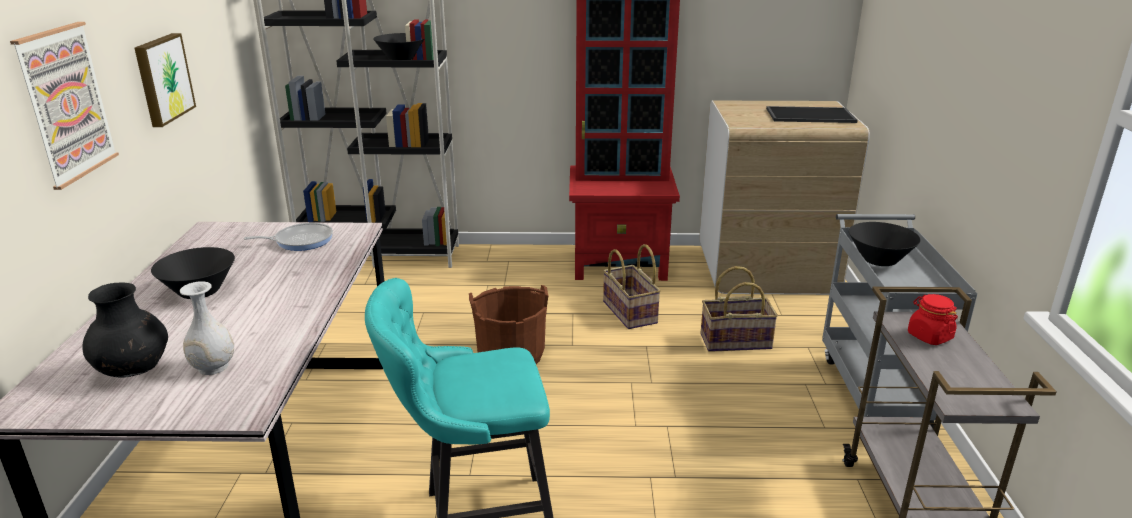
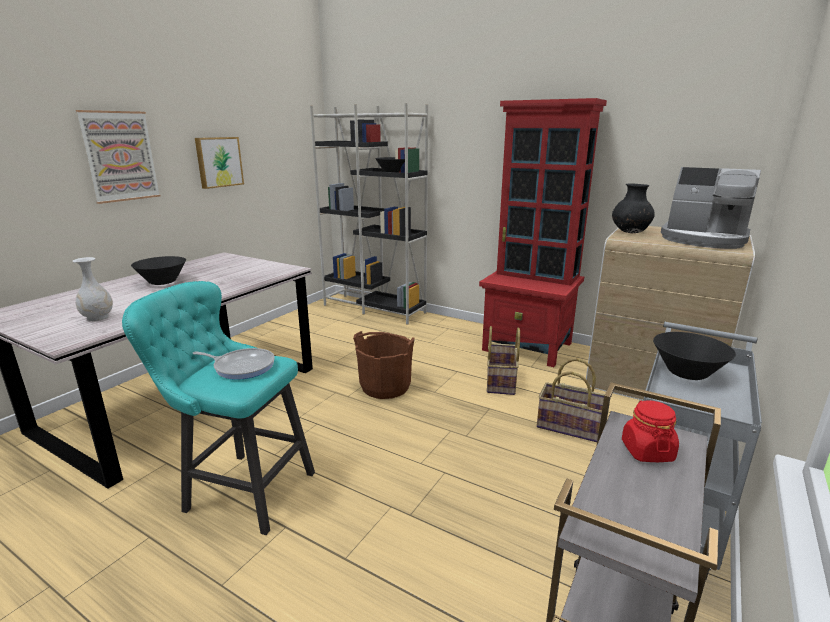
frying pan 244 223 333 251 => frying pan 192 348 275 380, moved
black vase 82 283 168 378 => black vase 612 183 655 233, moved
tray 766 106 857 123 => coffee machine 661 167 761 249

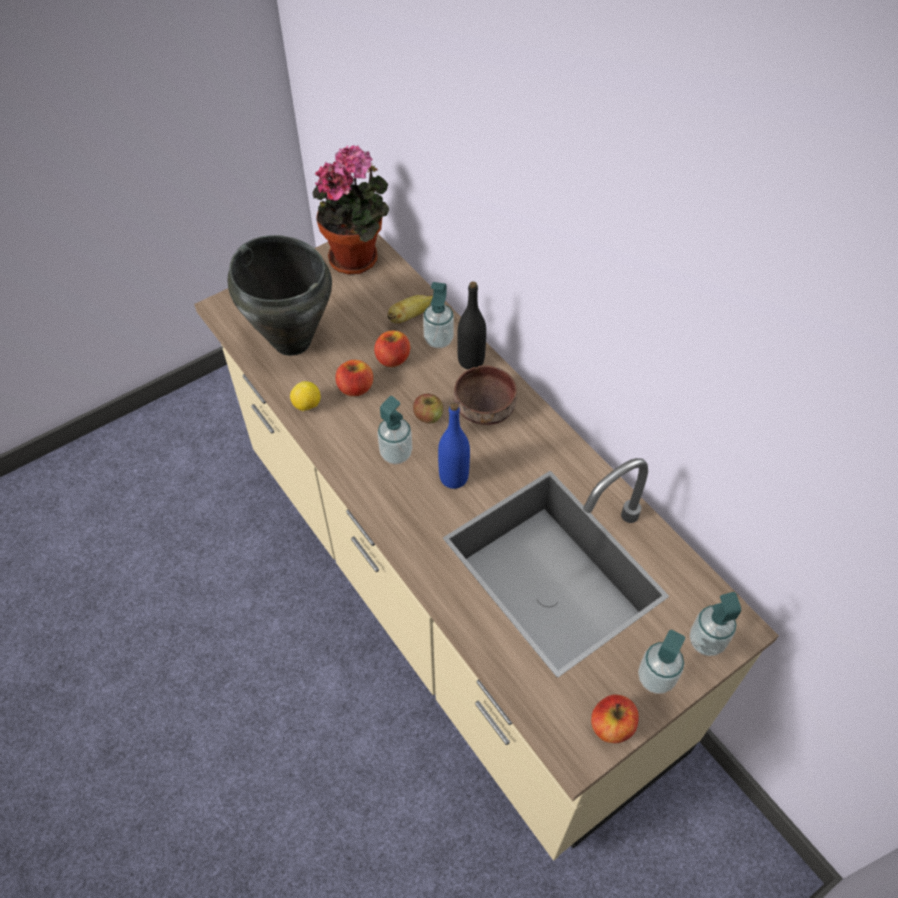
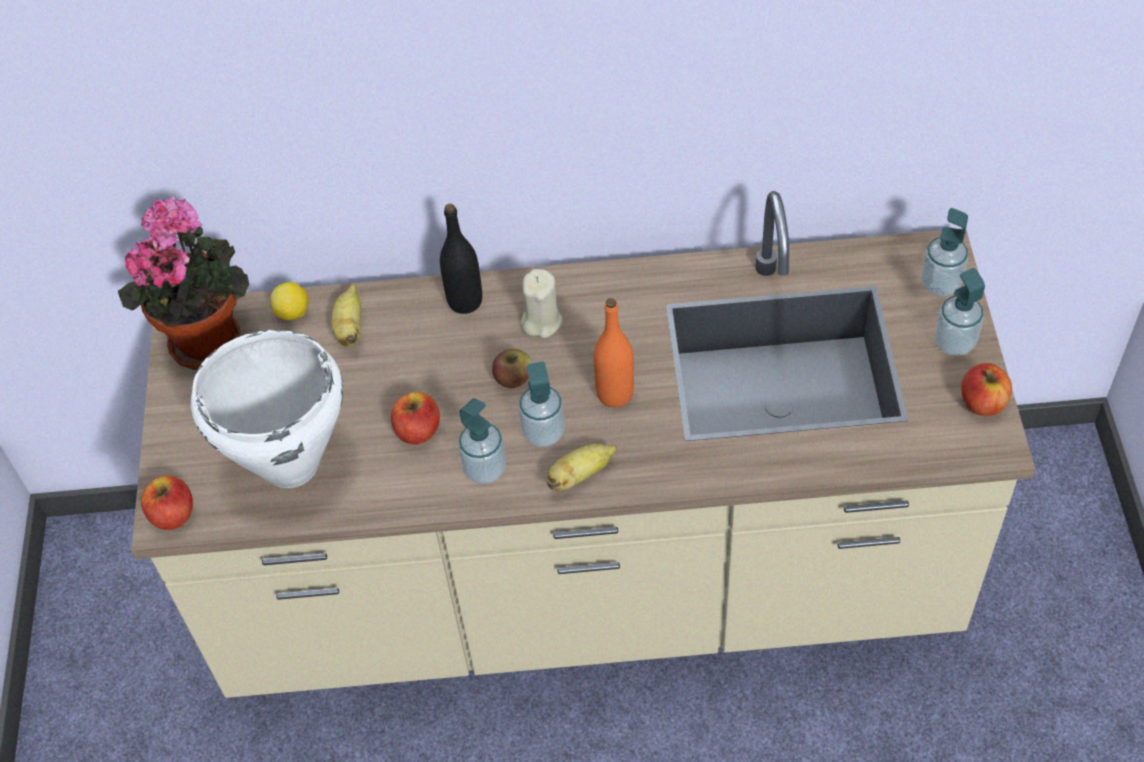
apple 374 330 410 367 => apple 141 475 193 530, moved
black cooking pot 228 235 332 356 => white cooking pot 191 330 343 488
lemon 290 381 321 411 => lemon 270 282 309 321, moved
soap dispenser 423 282 454 348 => soap dispenser 458 398 507 484, moved
brown bowl 454 365 517 425 => beige candle 521 269 563 338
nothing => banana 547 444 617 491
blue bottle 438 403 470 489 => orange bottle 594 298 634 408

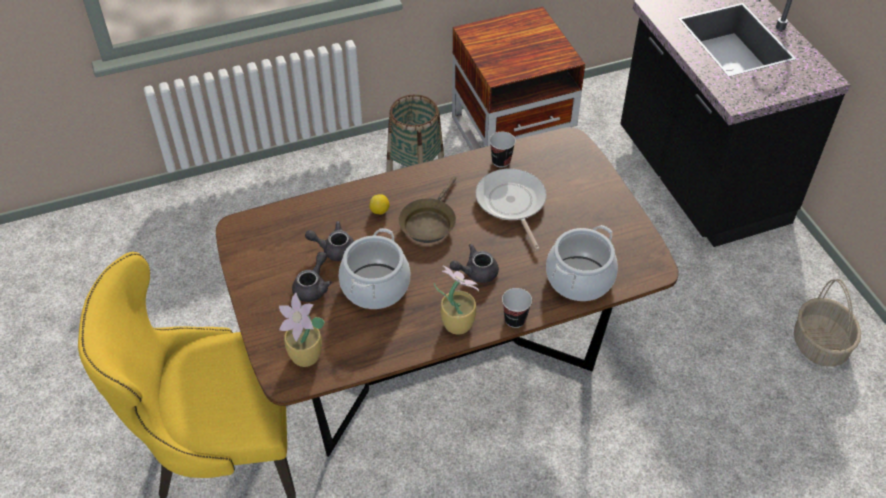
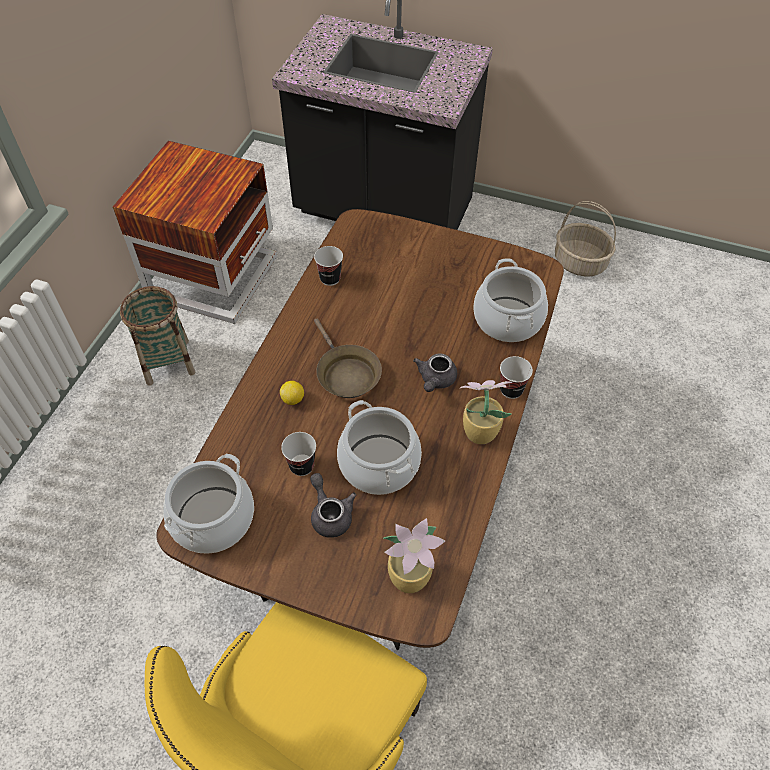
nothing => cooking pot 163 454 254 554
grey teapot 305 221 354 261 => cup 281 432 316 476
frying pan 476 169 547 251 => nothing

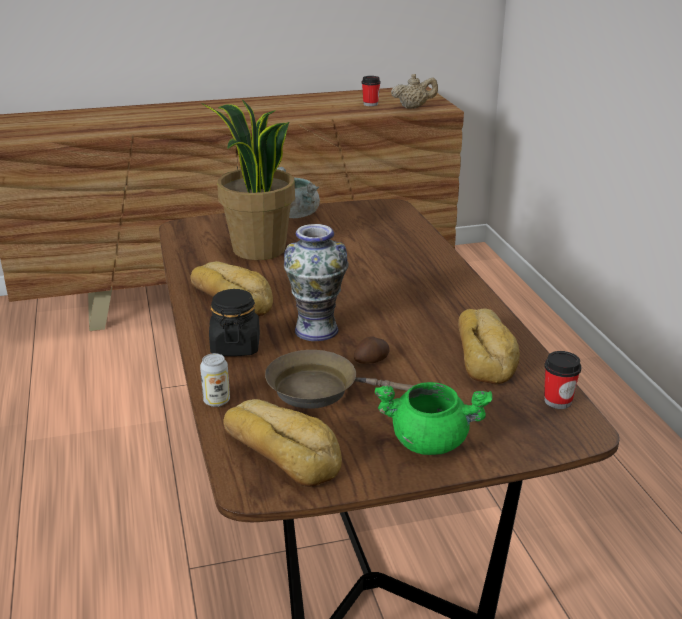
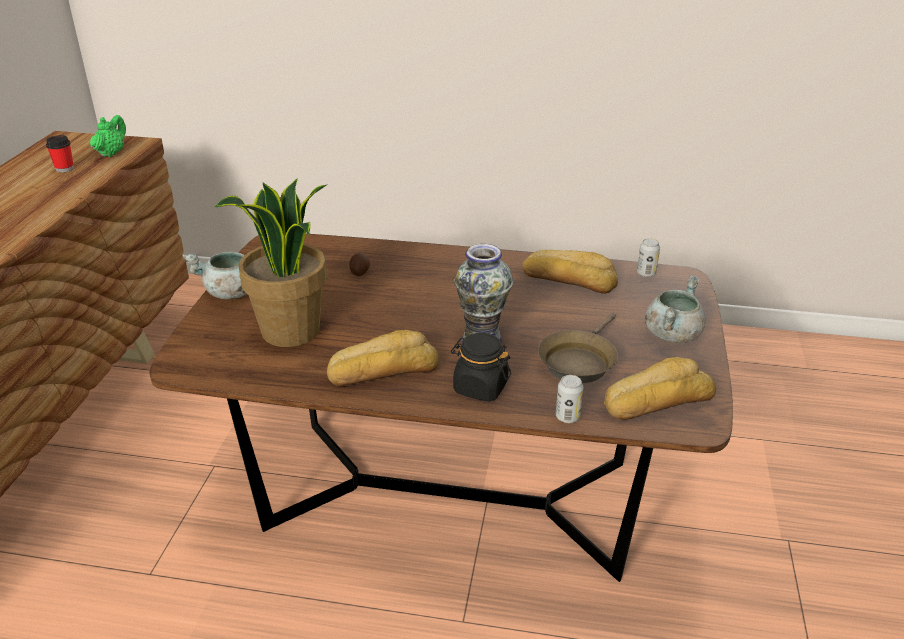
beige teapot 391 74 438 109 => green teapot 90 115 126 157
potato 354 337 390 364 => potato 349 253 370 276, moved
cup 544 351 582 409 => can 637 238 660 277
green cooking pot 375 382 492 455 => grey cooking pot 645 275 706 343

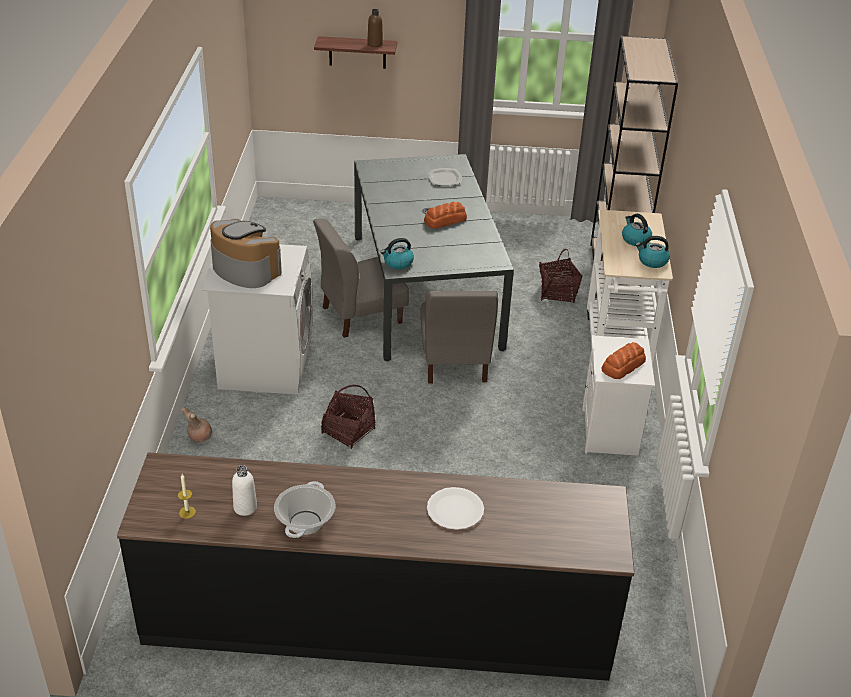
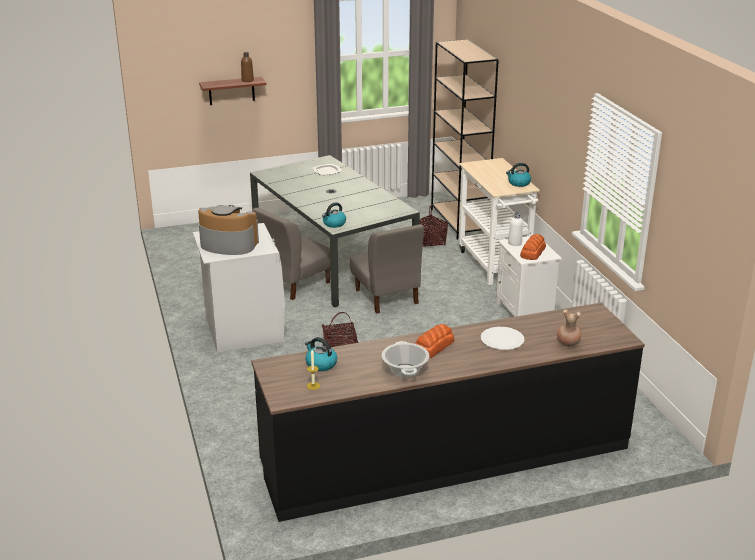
kettle 622 214 652 246 => kettle 305 337 337 371, moved
bread 424 202 467 229 => bread 416 324 454 358, moved
white bottle 232 465 257 516 => white bottle 508 213 523 246, moved
brown vase 181 407 212 443 => brown vase 557 309 581 347, moved

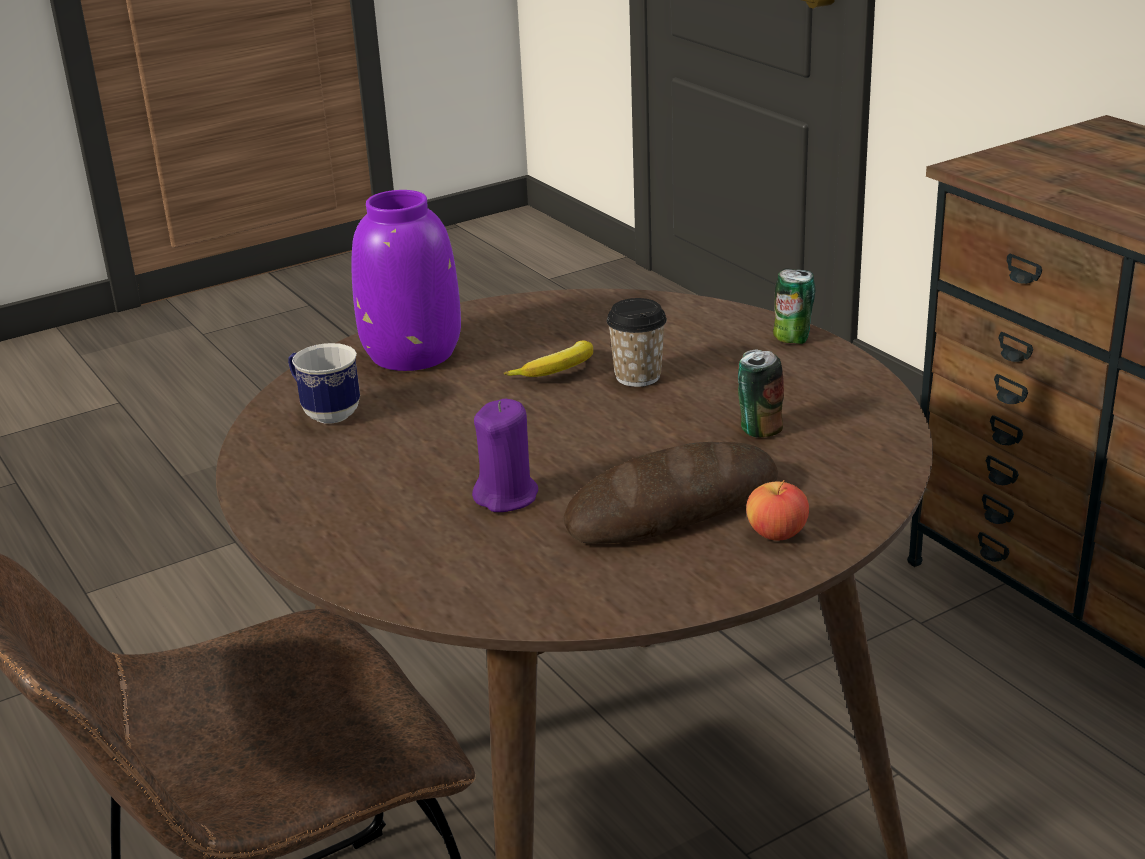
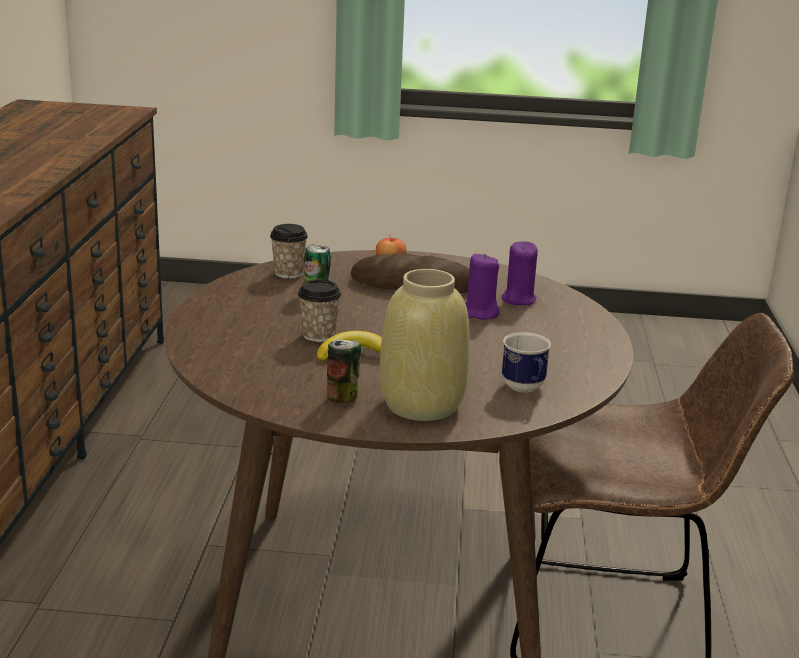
nothing => cup 270 224 308 279
can 773 268 816 344 => can 327 340 361 403, moved
purple vase 351 190 461 371 => beige vase 380 269 470 421
nothing => purple candle 501 241 538 305

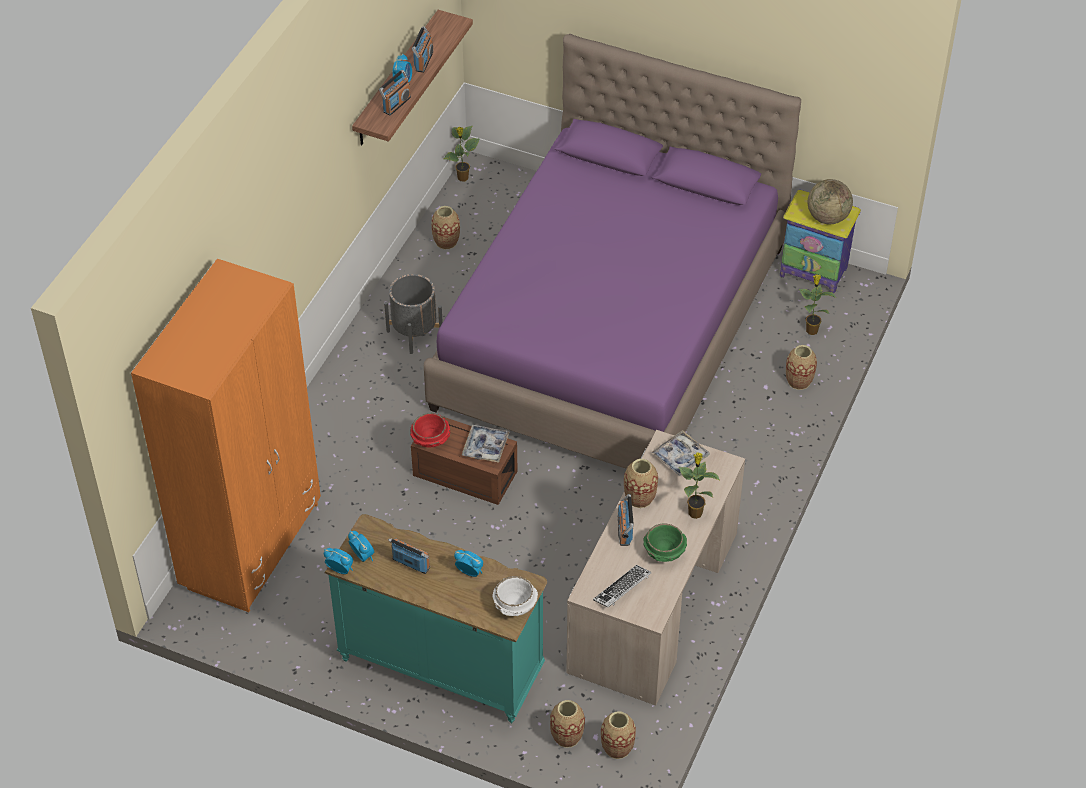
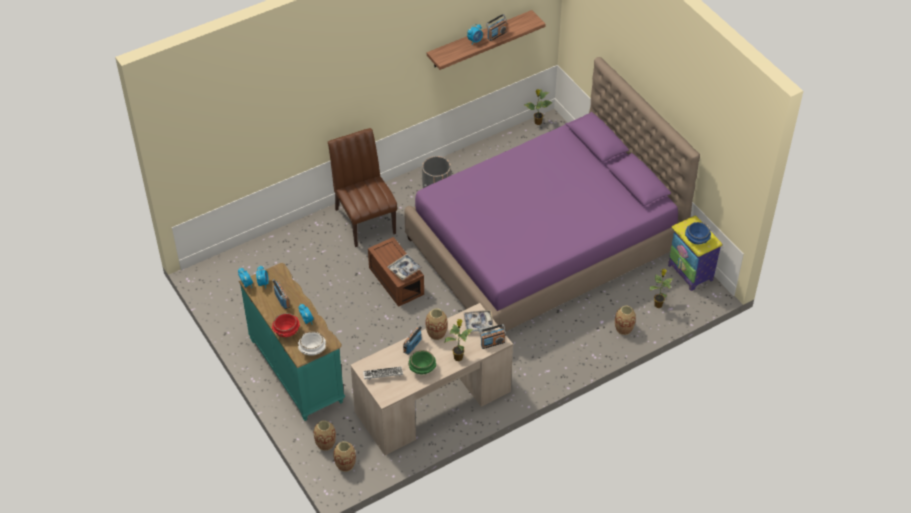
red bowl 410 413 450 447 => red bowl 272 313 300 337, moved
nothing => brown chair 328 128 397 247
radio 379 70 411 116 => radio 479 324 506 349, moved
globe 808 179 853 224 => blue bowl 685 222 711 244
orange wardrobe 131 259 321 612 => nothing
vase 431 206 460 249 => nothing

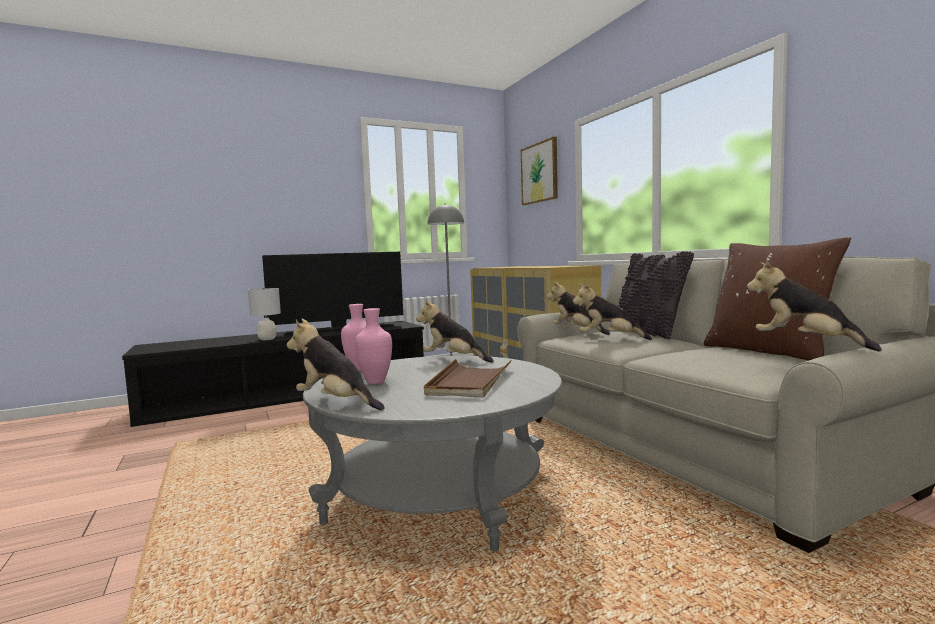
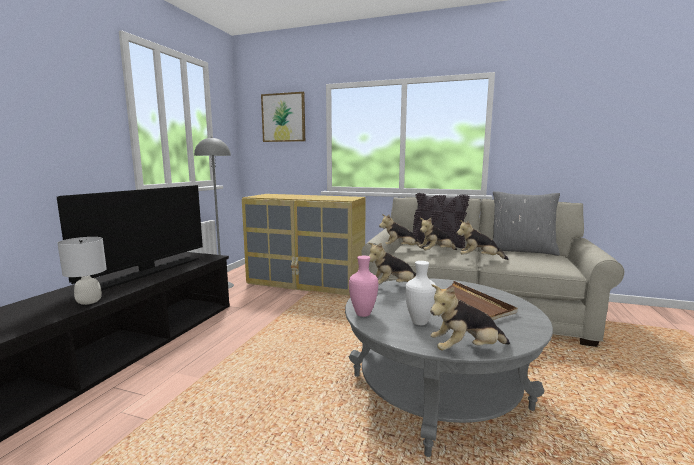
pink vase 355 308 392 384 => white vase 405 261 436 325
plush toy 747 260 882 351 => plush toy 457 220 509 260, moved
brown pillow 704 237 851 361 => grey pillow 493 191 560 256

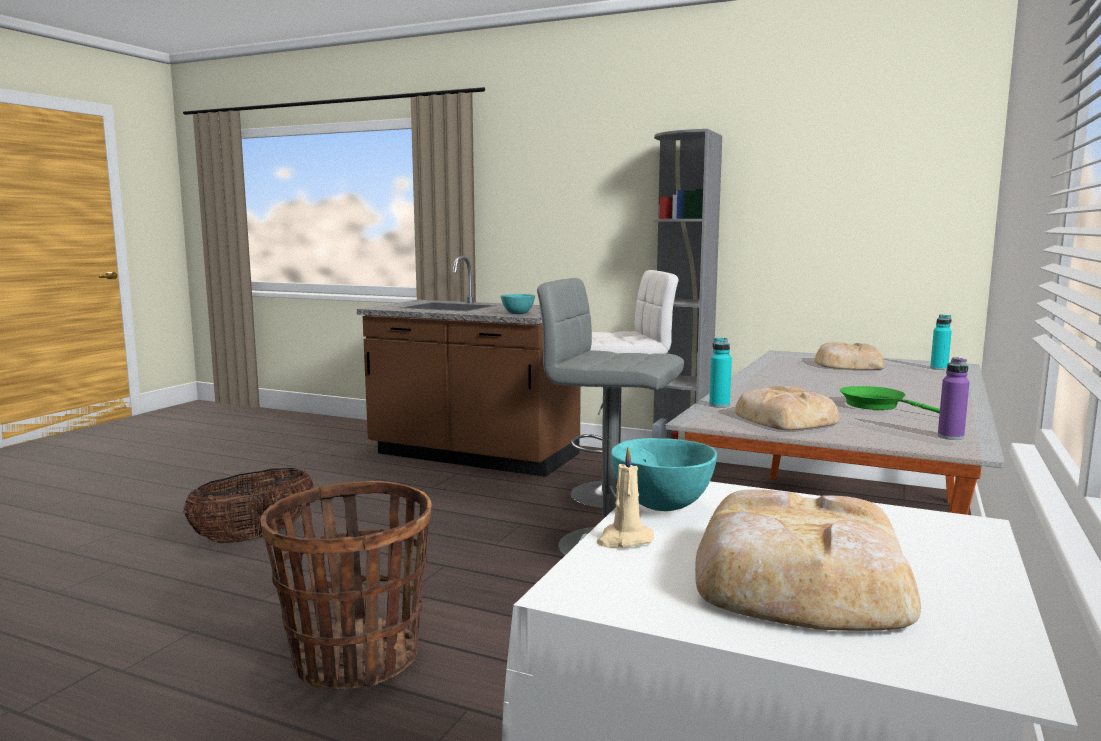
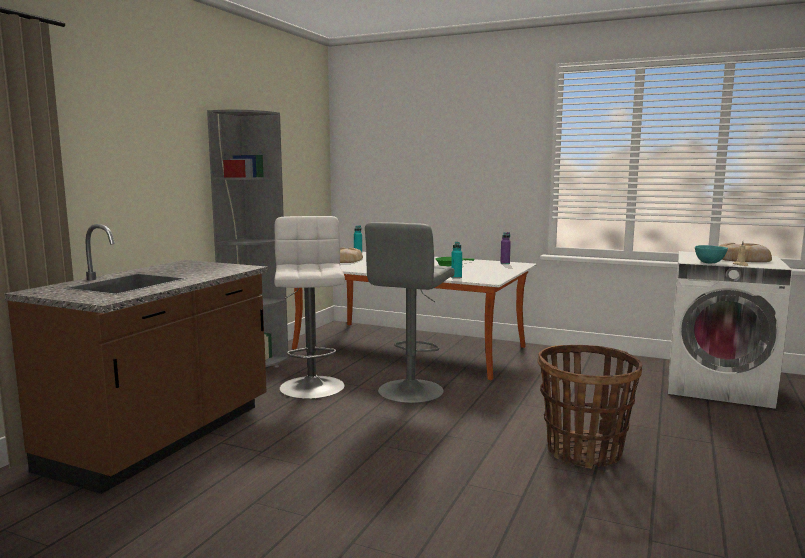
basket 183 468 314 543 => nothing
turquoise bowl 501 294 535 314 => nothing
bread 734 386 840 430 => nothing

